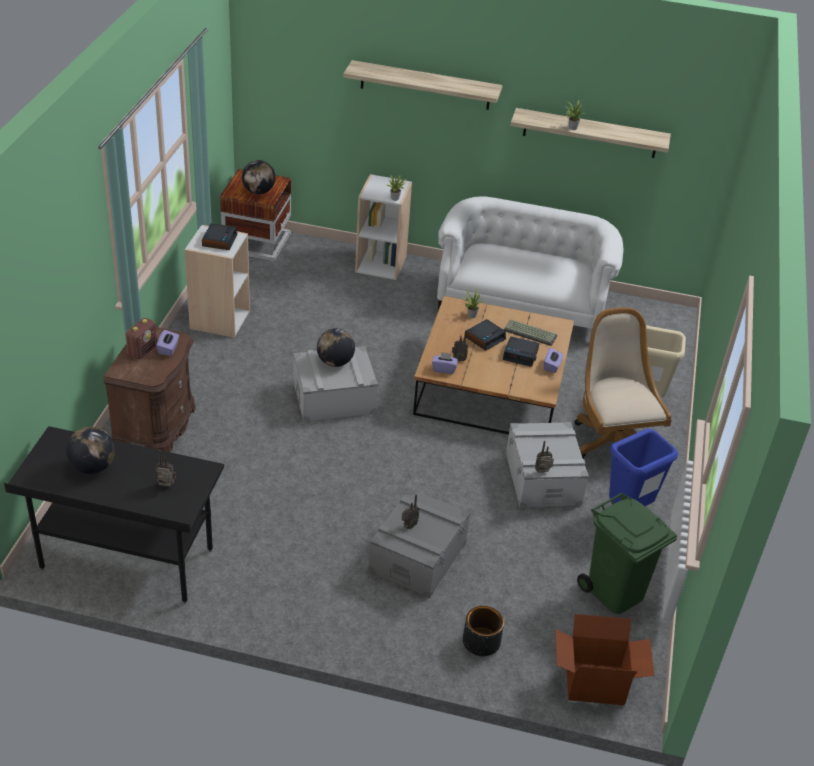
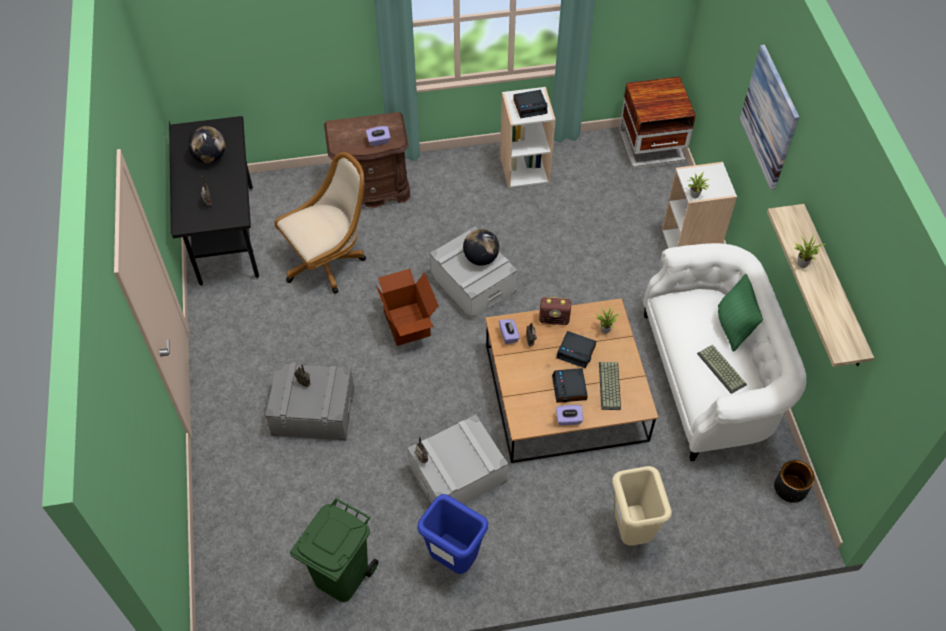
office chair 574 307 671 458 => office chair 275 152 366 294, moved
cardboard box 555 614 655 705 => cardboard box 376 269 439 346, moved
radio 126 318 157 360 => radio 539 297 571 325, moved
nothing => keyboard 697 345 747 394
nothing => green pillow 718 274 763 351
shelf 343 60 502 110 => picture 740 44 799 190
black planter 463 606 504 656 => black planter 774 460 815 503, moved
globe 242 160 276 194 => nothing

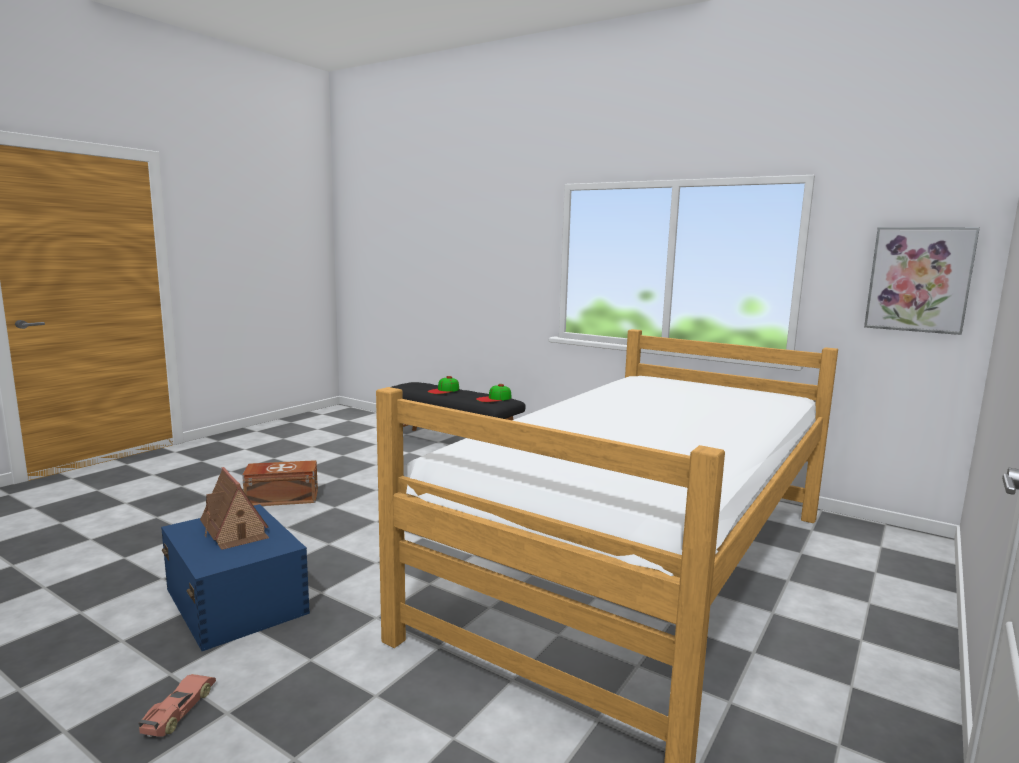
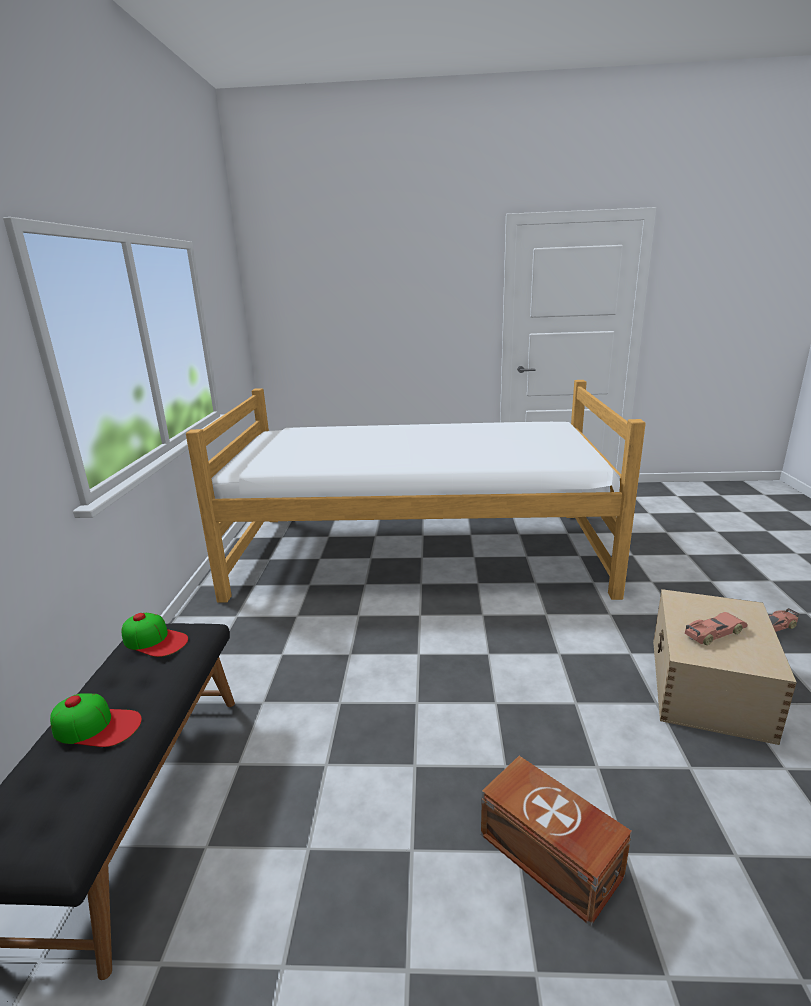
blue storage box 161 504 310 651 => beige storage box 653 589 797 745
toy house 200 467 269 550 => toy car 685 612 748 645
picture 864 227 980 335 => nothing

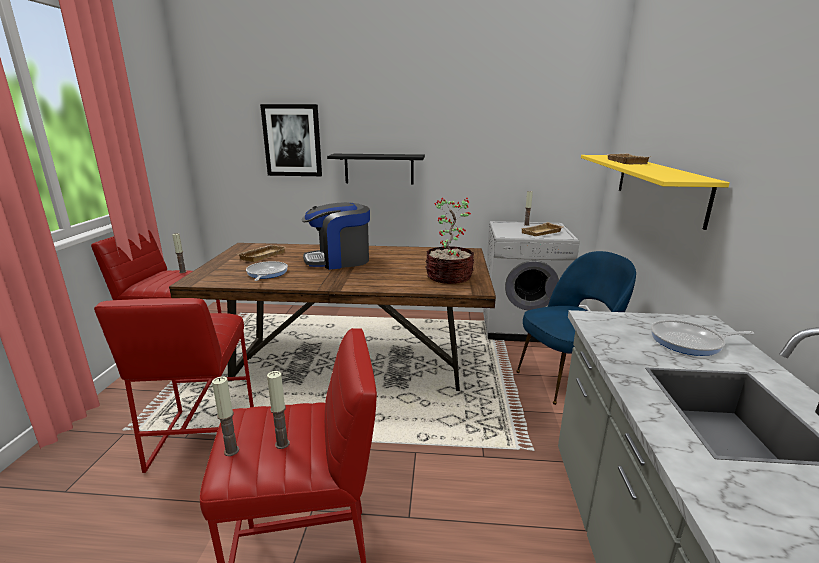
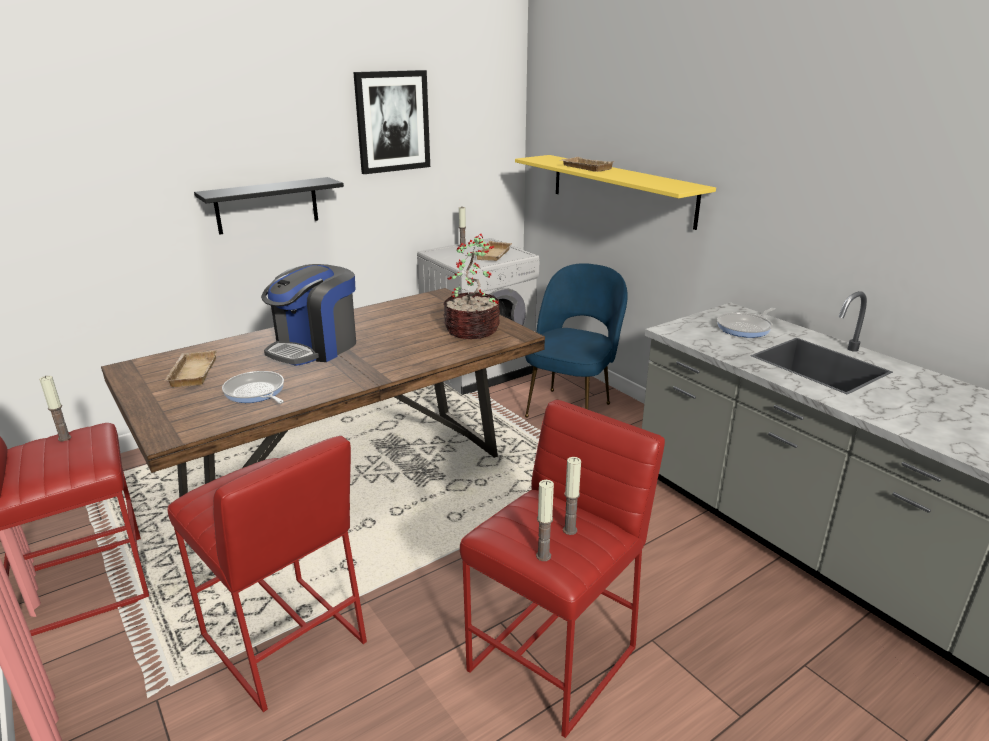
picture 260 104 322 176 => picture 353 70 430 174, moved

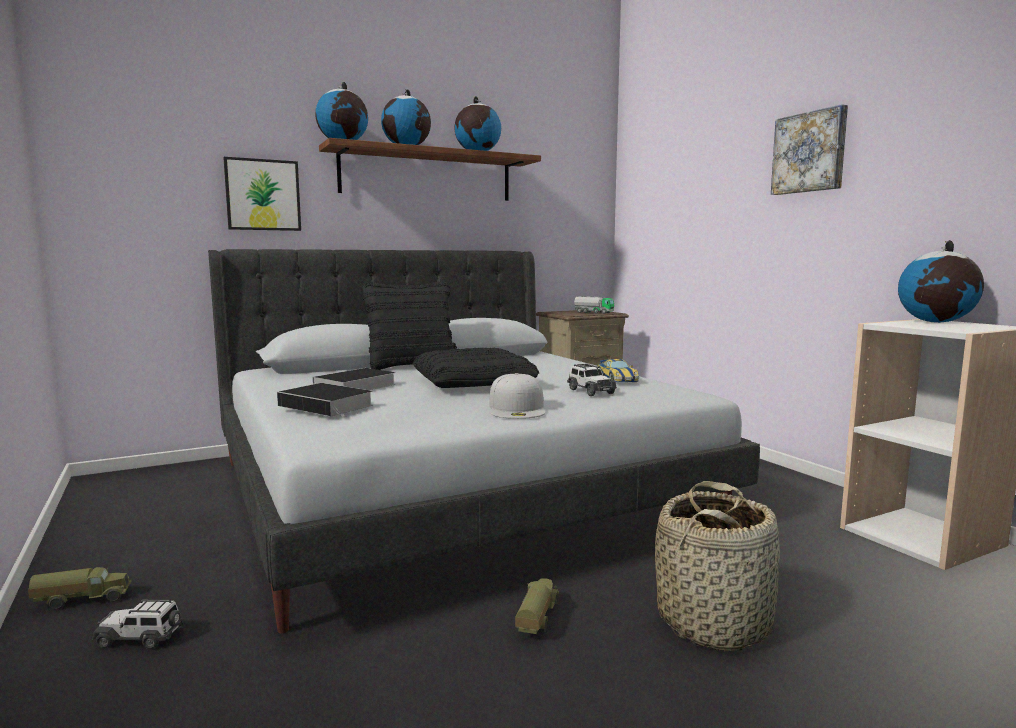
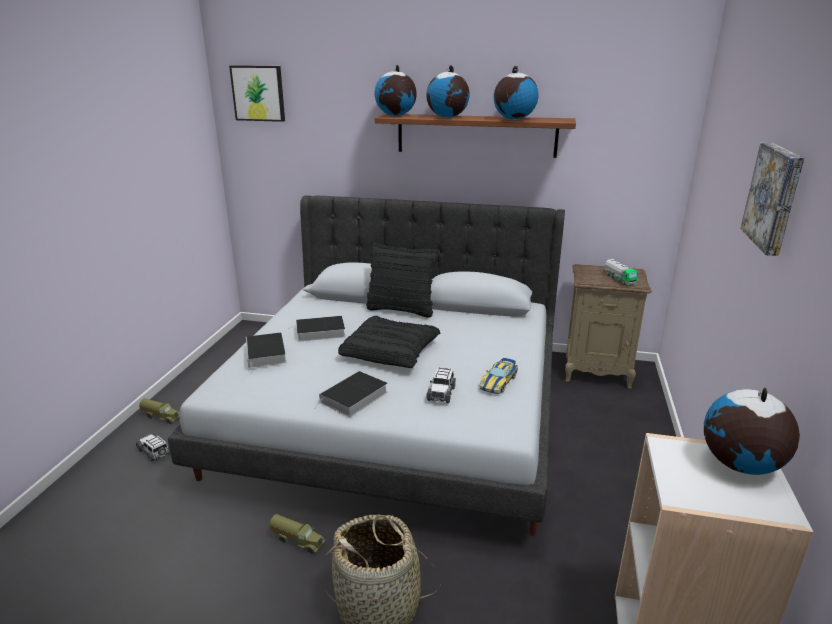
picture 223 157 301 231 => picture 229 65 285 122, moved
toy truck 515 578 559 634 => toy truck 269 514 326 554, 60 degrees clockwise
white cap 489 373 546 419 => book 314 371 387 417

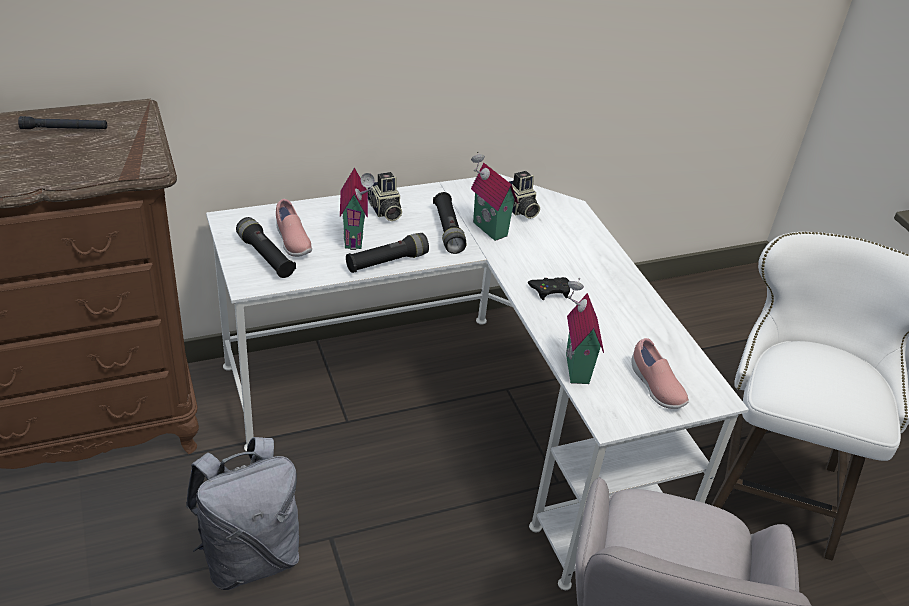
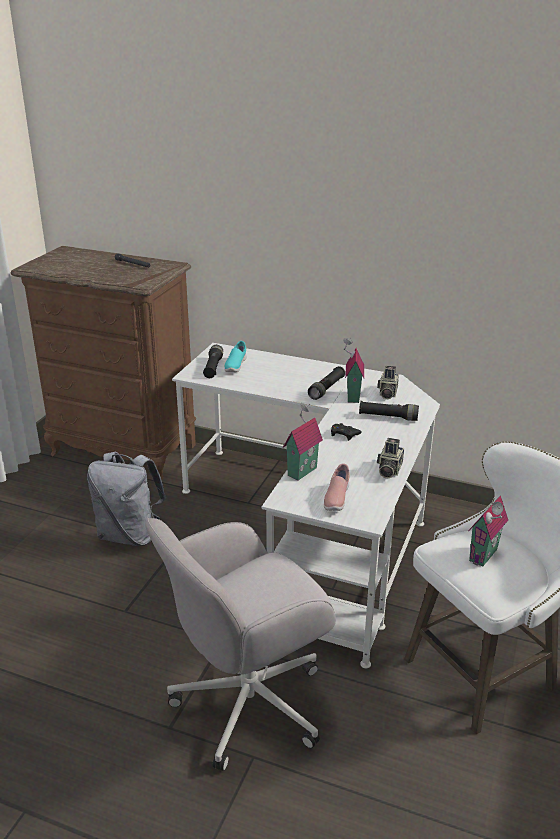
pink shoe 276 199 312 257 => turquoise shoe 225 341 247 372
black flashlight 346 233 429 273 => black flashlight 359 401 419 421, moved
photo camera 368 172 402 221 => photo camera 377 438 404 478, moved
toy house 340 168 375 250 => toy house 468 496 508 567, moved

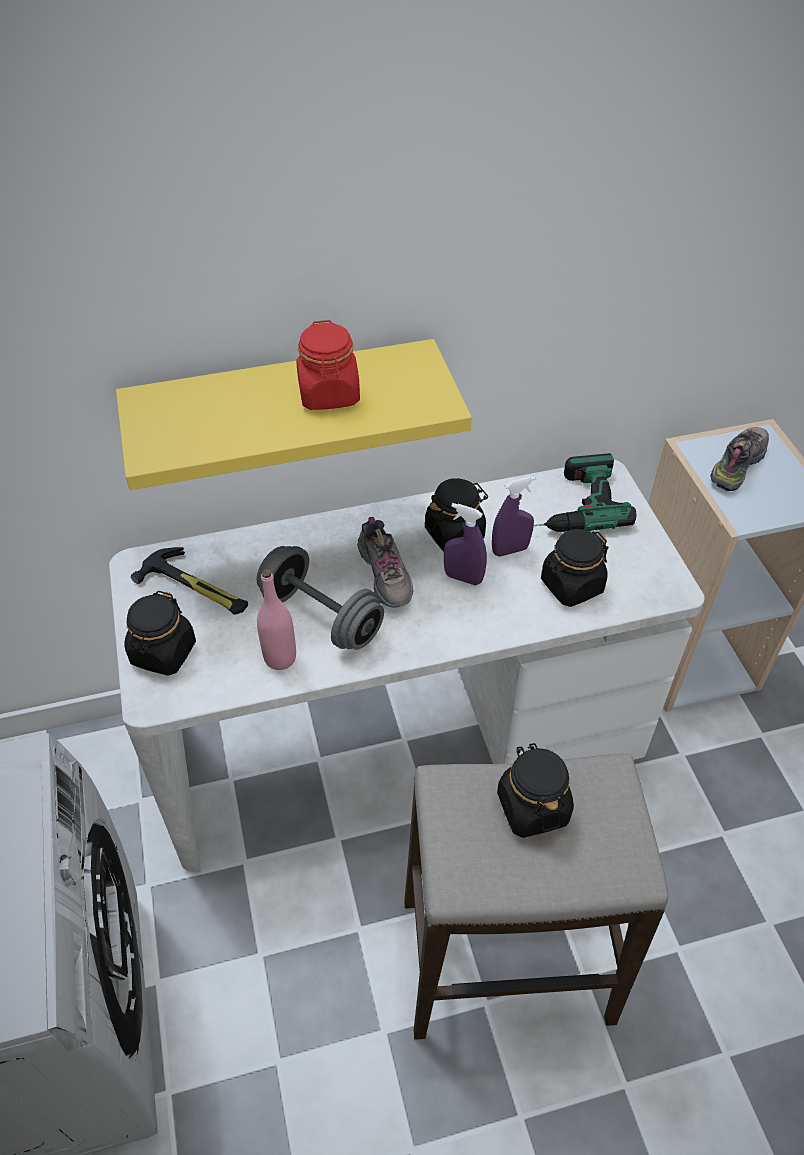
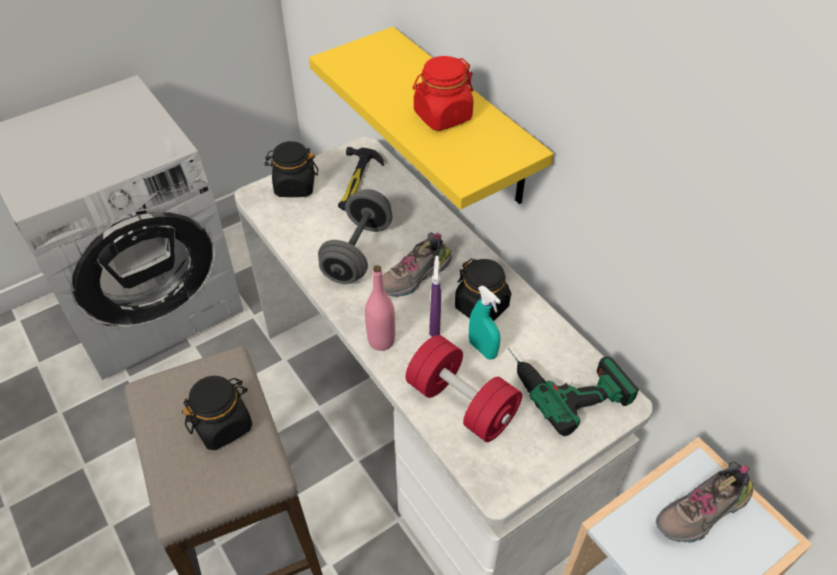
pink bottle 257 569 296 670 => pink bottle 365 265 395 351, moved
black jar 541 529 608 607 => red dumbbell 406 335 522 442
purple spray bottle 492 476 536 557 => turquoise spray bottle 469 286 501 360
shoe 710 427 769 491 => shoe 656 461 754 543, 135 degrees clockwise

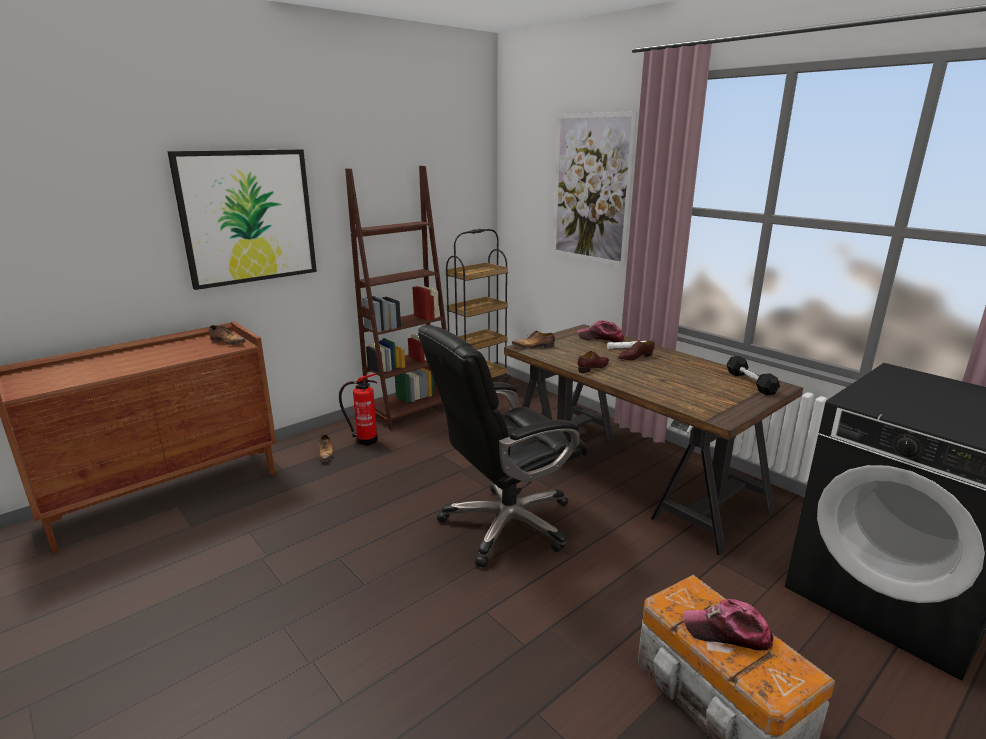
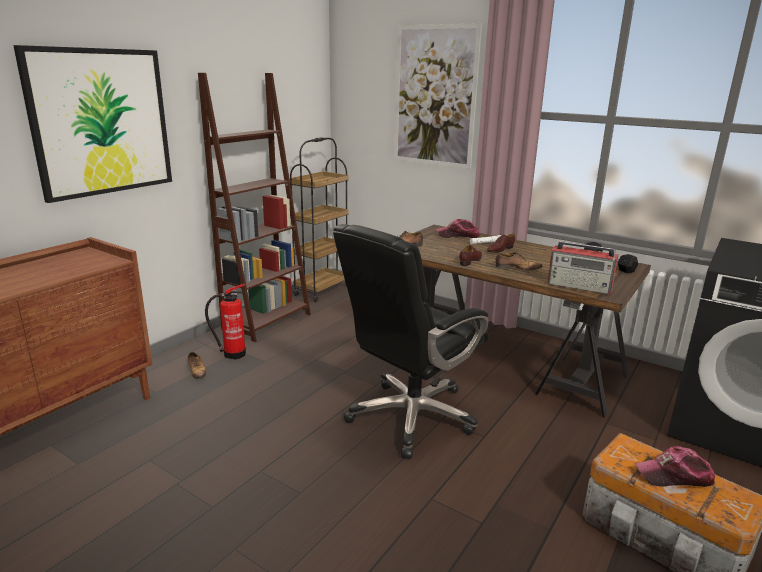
shoe 209 325 245 345 => shoe 495 252 542 271, moved
nothing => radio 547 241 619 295

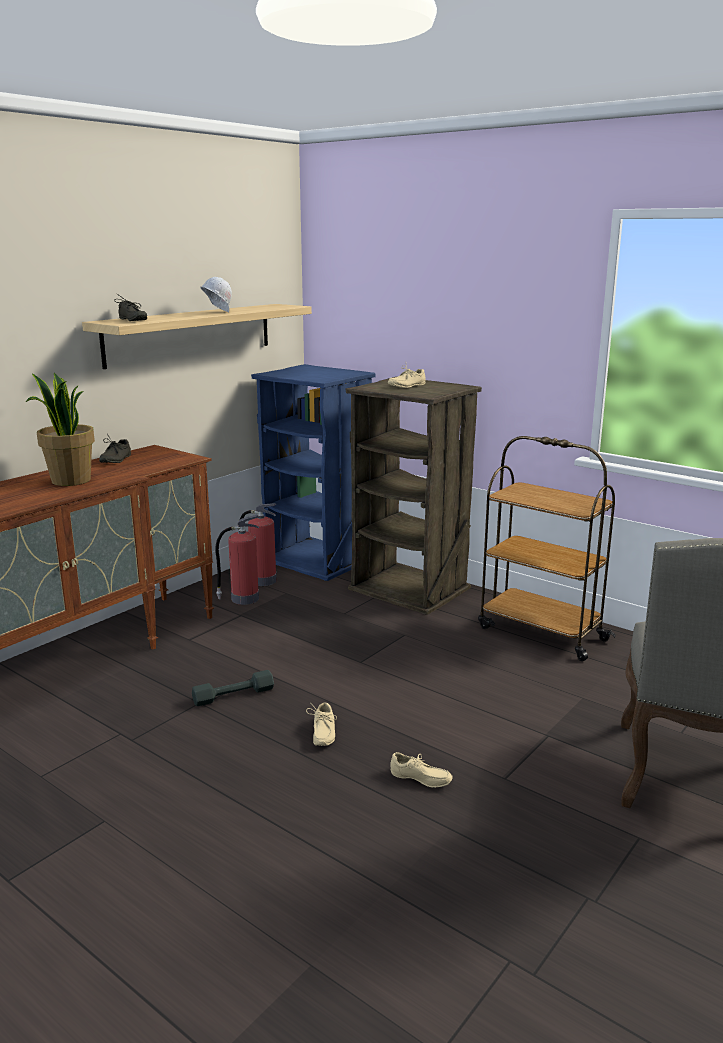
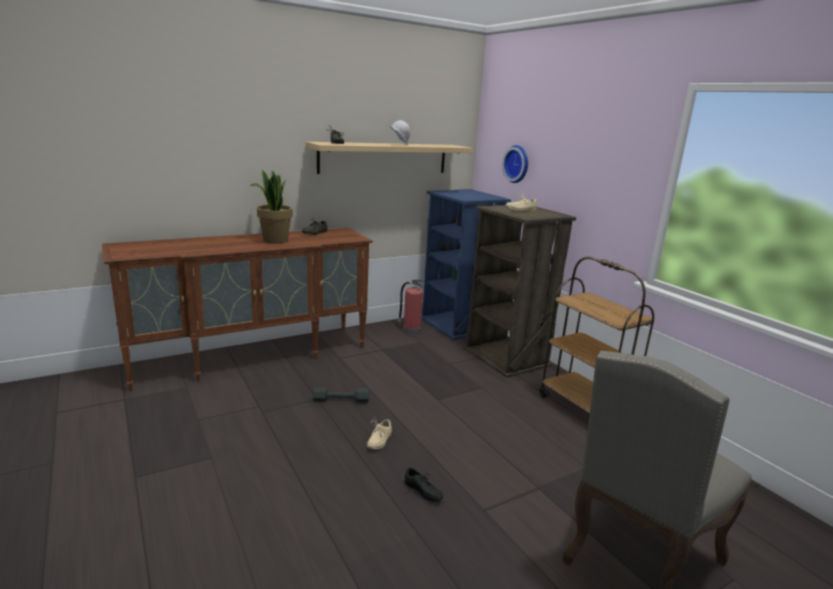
beige shoe 391 752 453 788 => black shoe 405 467 443 502
nothing => wall clock 502 145 528 183
fire extinguisher 215 515 259 605 => nothing

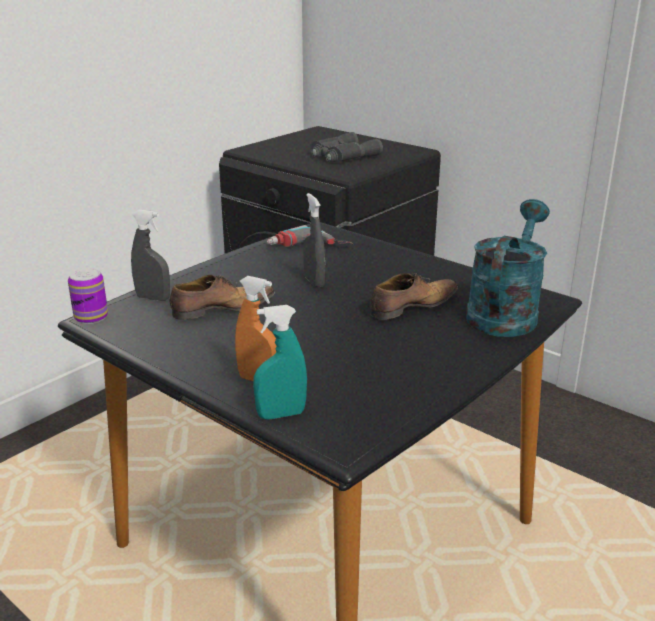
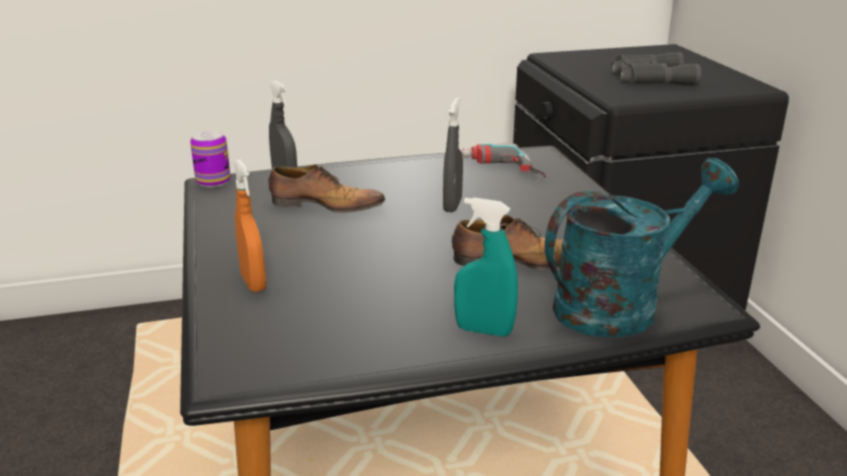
turquoise spray bottle 253 305 307 420 => turquoise spray bottle 454 197 518 337, moved

